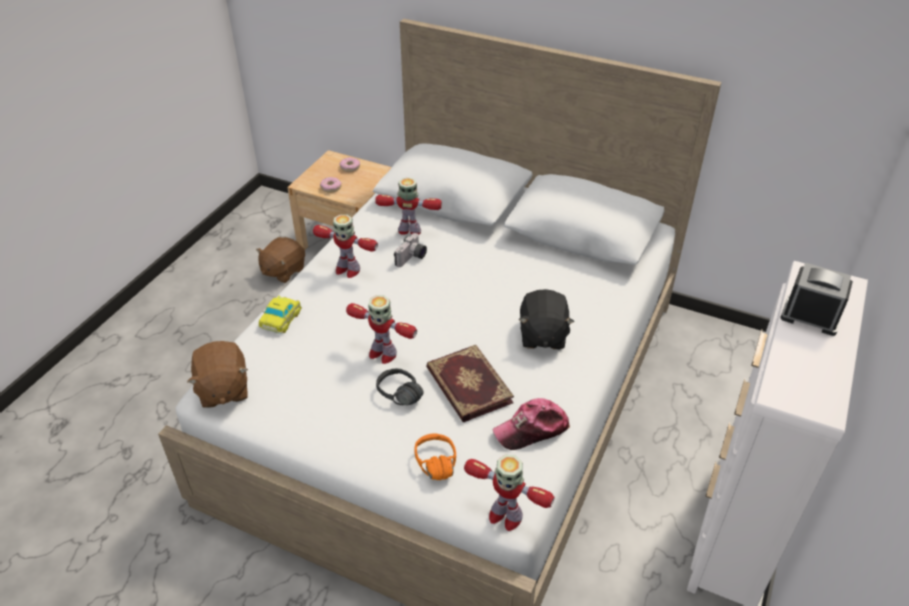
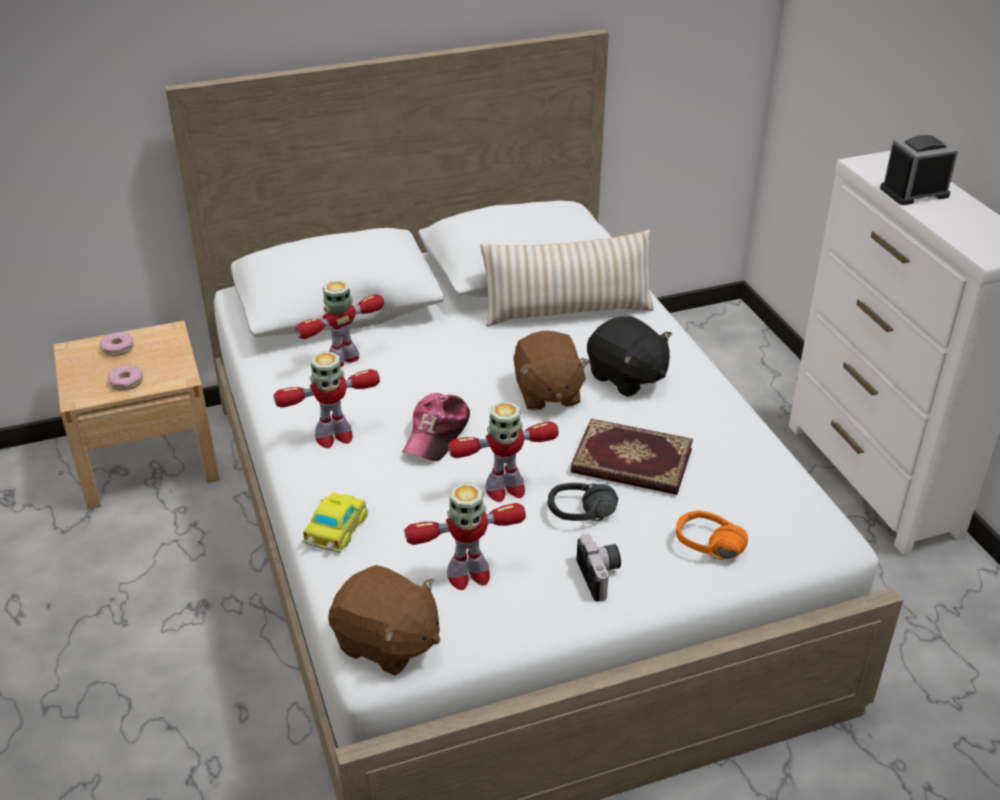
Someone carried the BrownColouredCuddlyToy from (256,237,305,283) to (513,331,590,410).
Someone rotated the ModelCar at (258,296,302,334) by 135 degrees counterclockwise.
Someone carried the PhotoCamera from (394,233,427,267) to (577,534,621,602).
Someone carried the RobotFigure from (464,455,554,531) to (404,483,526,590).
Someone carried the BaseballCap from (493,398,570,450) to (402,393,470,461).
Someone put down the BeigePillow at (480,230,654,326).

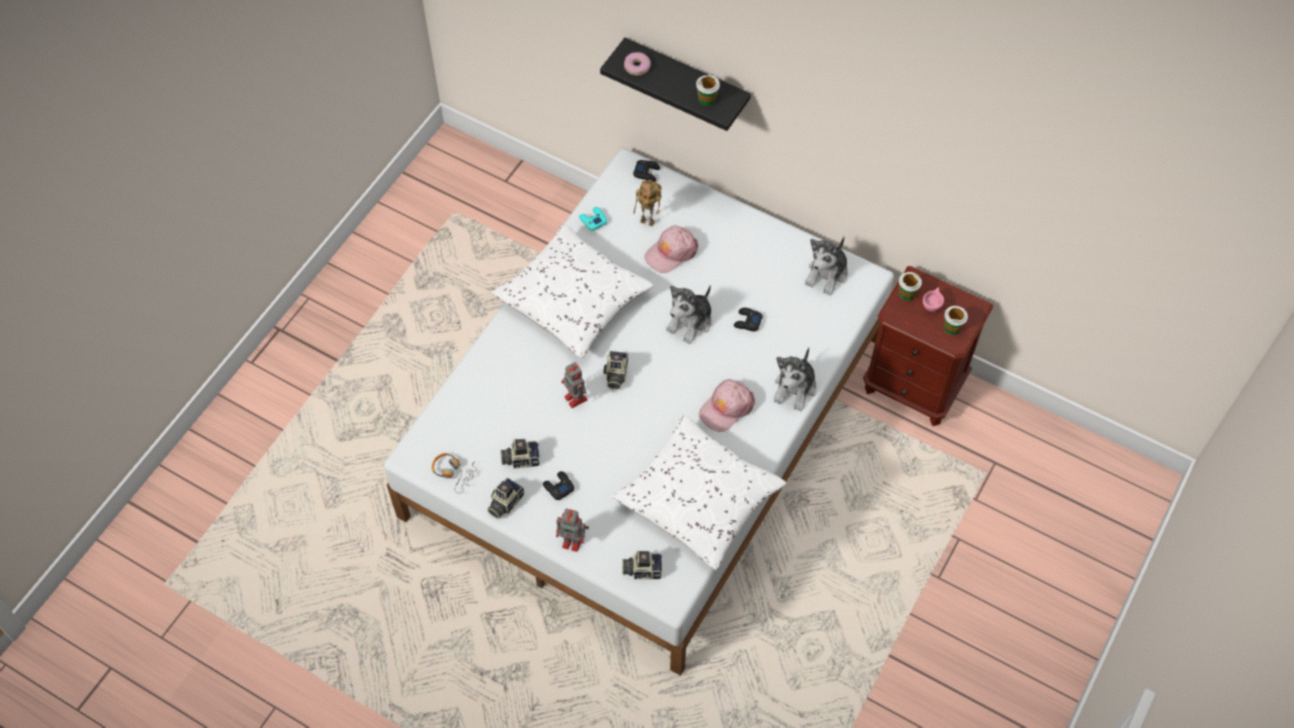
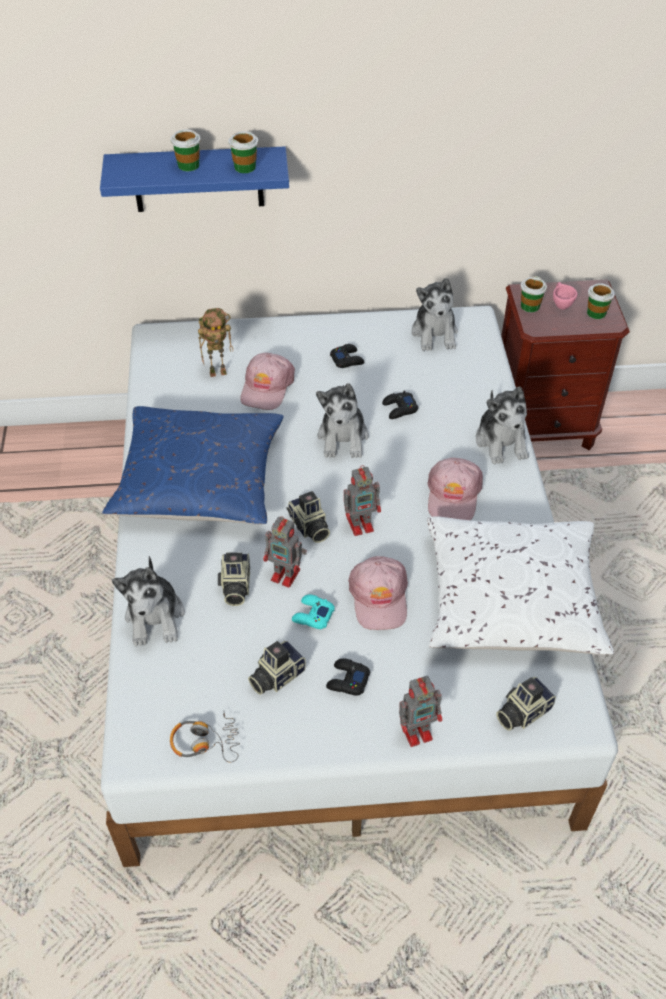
Someone carried the PhotoCamera from (487,478,524,519) to (218,552,250,606).
Someone repainted the WhitePillow at (491,224,654,358), which became the BluishPillow at (102,406,284,525).
Someone carried the BlueGreenJoypad from (579,207,607,231) to (292,594,335,629).
Someone repainted the BlackishShelf at (600,38,751,131), which became the BluishShelf at (100,147,289,212).
Someone took away the Doughnut at (624,52,651,76).
Someone carried the BlackishJoypad from (633,160,660,182) to (330,344,364,368).
Someone put down the CuddlyToy at (112,556,185,646).
Someone put down the SmallCup at (171,129,201,171).
Someone put down the RobotFigure at (344,465,381,536).
Someone put down the PinkishBaseballCap at (348,556,408,630).

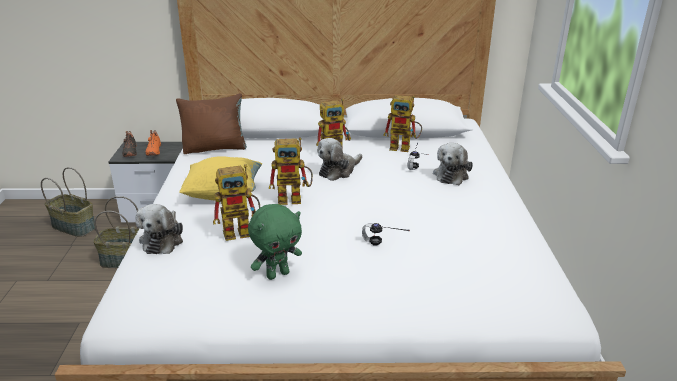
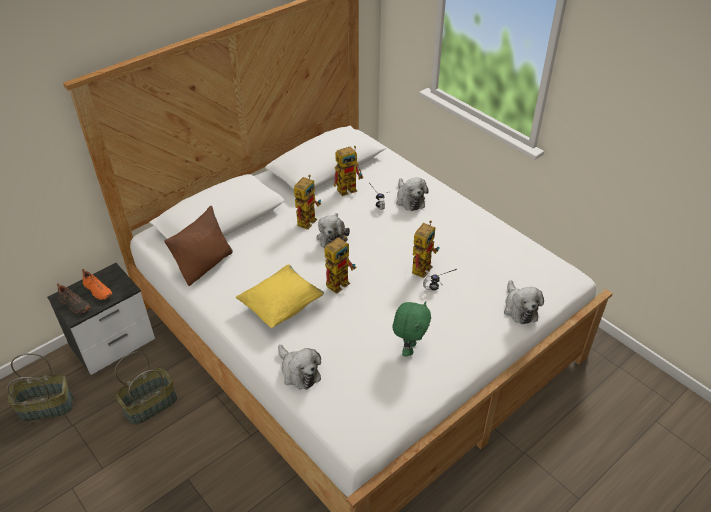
Someone carried the RobotFigure from (213,164,260,241) to (412,220,440,278).
Someone put down the CuddlyToy at (504,280,544,324).

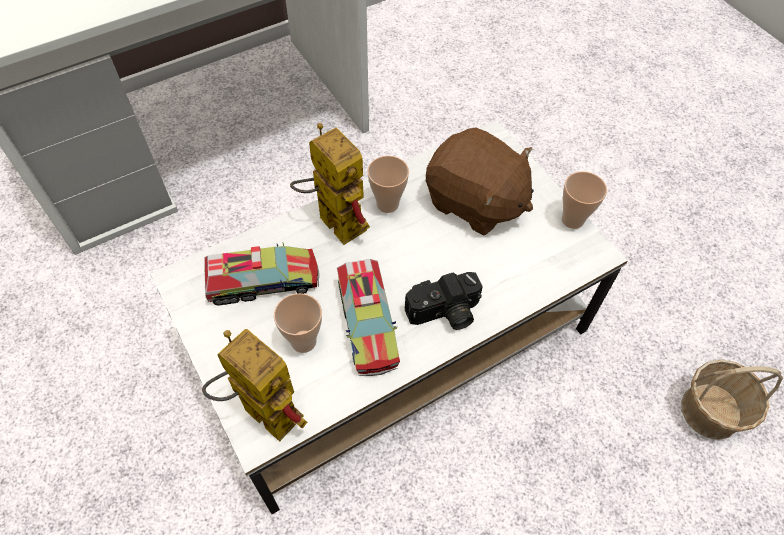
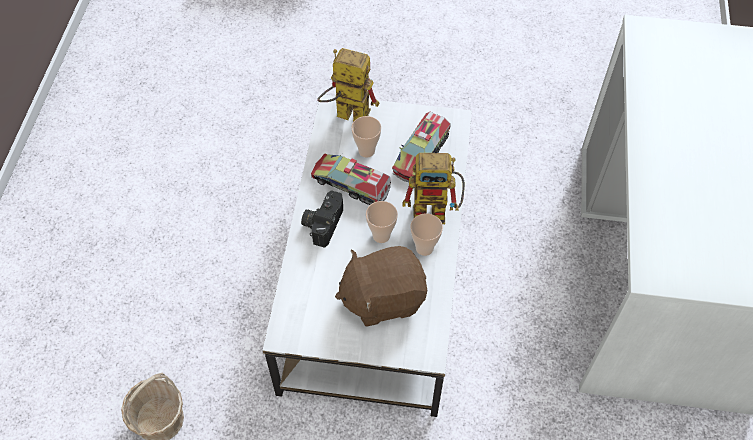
Someone rotated the RobotFigure at (202,329,307,442) by 150 degrees counterclockwise.
Someone carried the SmallCup from (562,171,607,229) to (366,201,398,243).

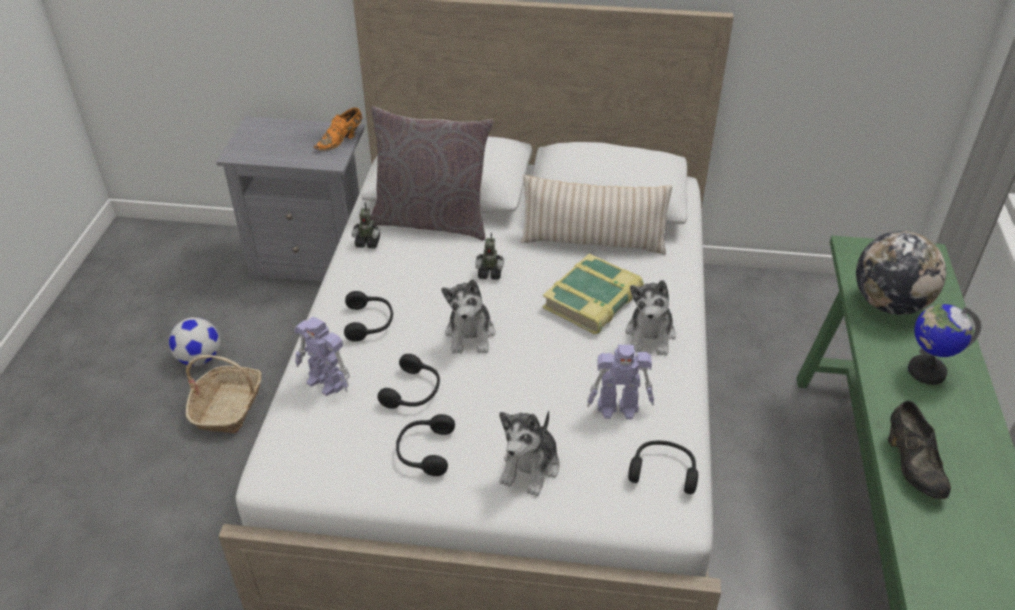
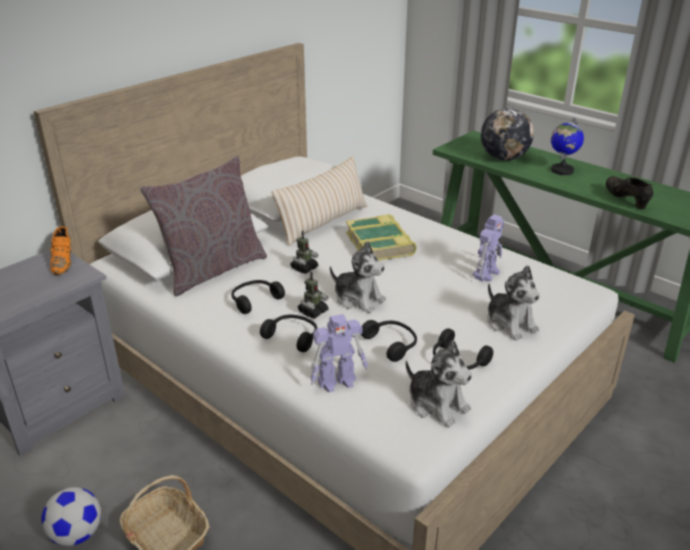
Someone carried the RobotFigure from (352,202,380,248) to (298,271,329,319).
Someone carried the CuddlyToy from (626,280,676,356) to (406,340,472,427).
Someone carried the BlackishHeadphones from (628,441,698,494) to (231,280,285,314).
Someone rotated the BlackishItemOfFootwear at (888,401,951,499) by 135 degrees counterclockwise.

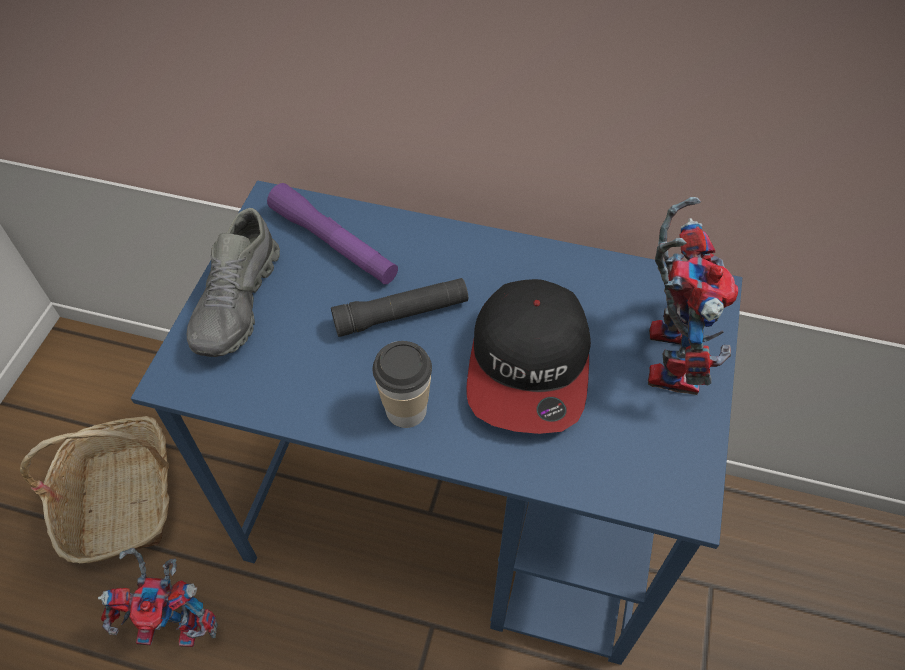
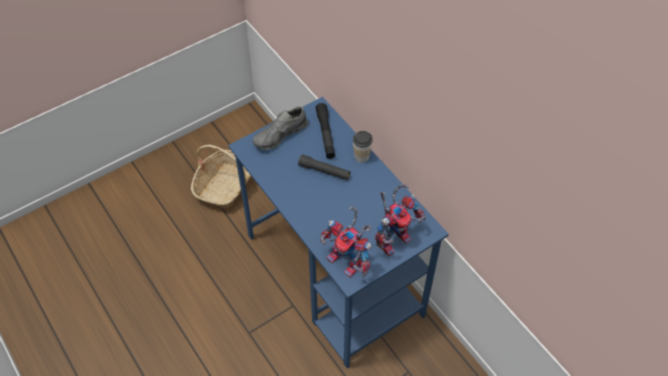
Someone carried the RobotFigure from (98,548,218,647) to (320,206,372,277).
Someone repainted the PurpleColouredHandTorch at (267,183,398,285), which became the BlackishHandTorch at (315,103,335,159).
Someone carried the SmallCup from (373,341,432,428) to (353,131,373,163).
Someone took away the BaseballCap at (466,279,591,434).

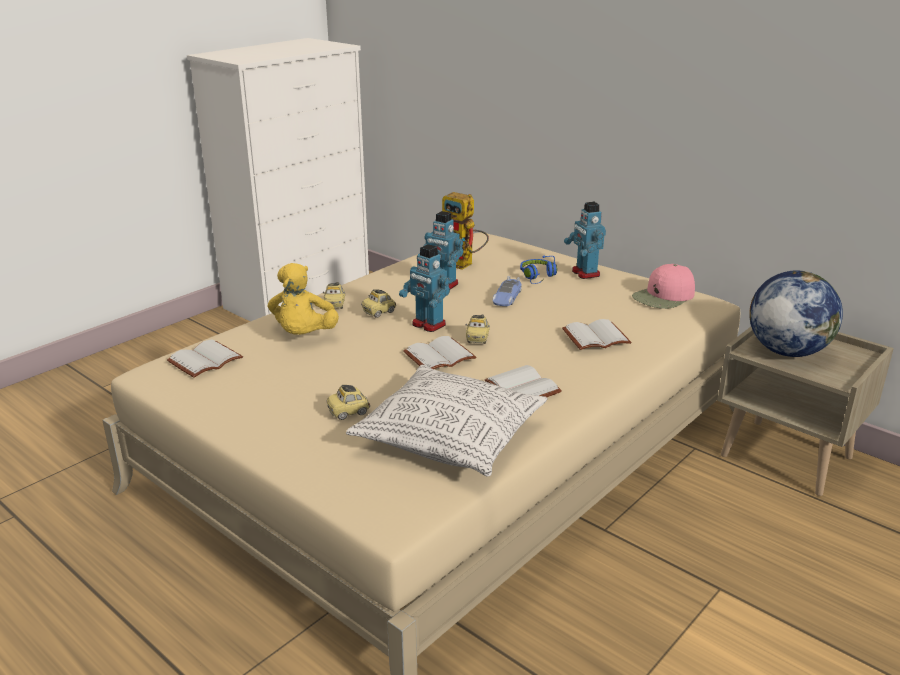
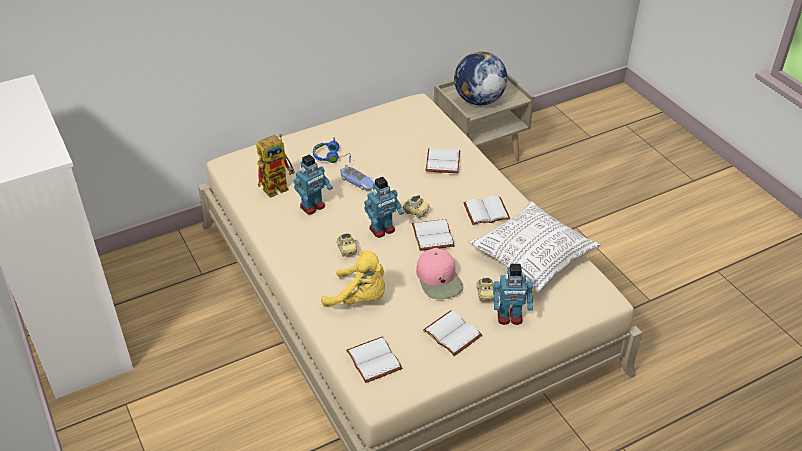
Someone took away the ModelCar at (323,282,345,309).
Someone carried the RobotFigure from (564,202,606,279) to (493,264,533,325).
Someone carried the PinkishBaseballCap from (632,264,695,309) to (416,248,463,299).
Someone put down the WhiteVolume at (423,310,482,356).

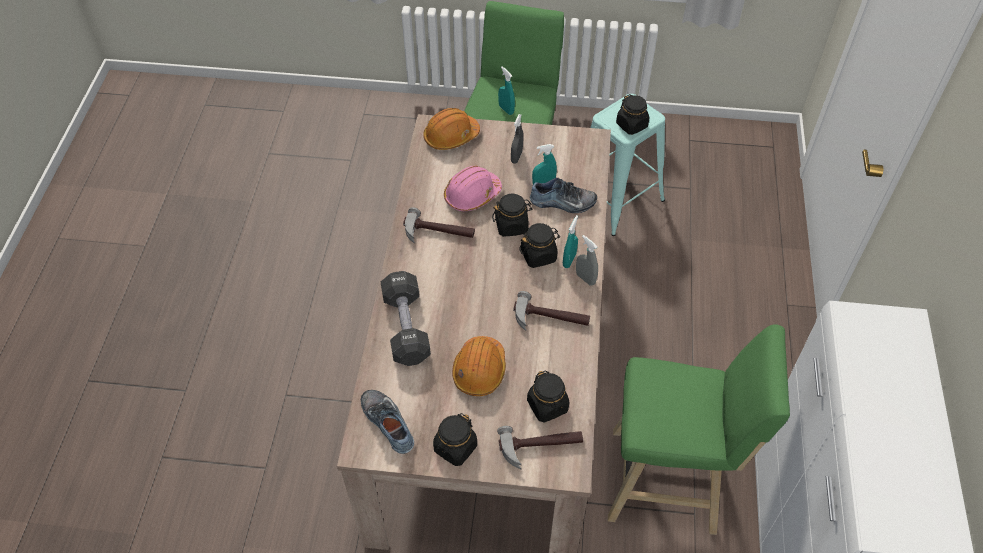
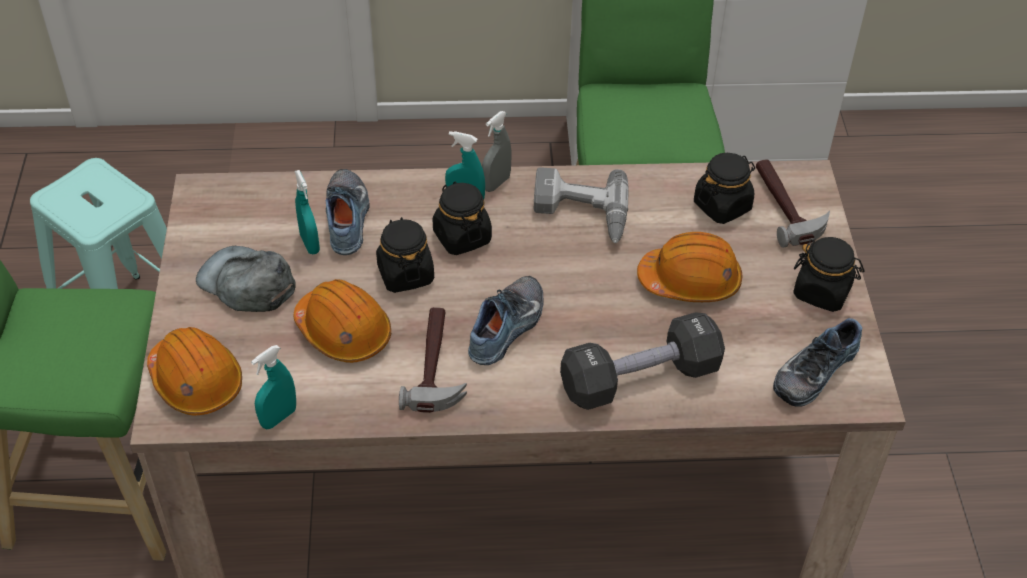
Someone repainted the PinkishHardHat at (444,166,502,211), which became the OrangeHardHat at (293,279,391,363).
Someone carried the BlueGreenSprayer from (498,66,515,115) to (251,345,296,429).
Someone swapped the GraySprayer at (511,114,523,164) for the GrayBaseballCap at (196,246,296,312).
Someone swapped the Hammer at (513,291,590,331) for the PowerDrill at (534,167,629,243).
Someone took away the BlackishJar at (616,94,649,135).
Someone put down the ItemOfFootwear at (468,276,544,365).

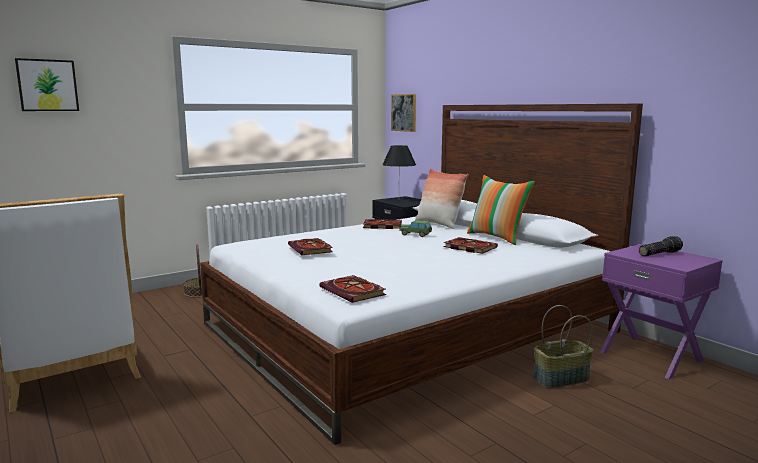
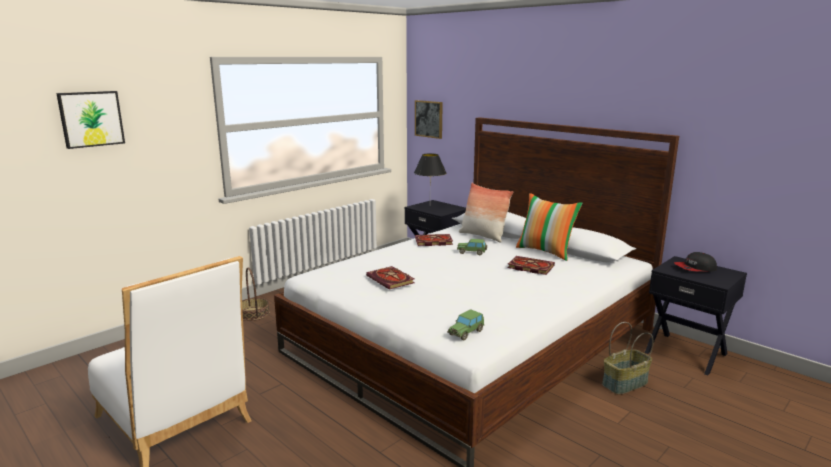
Someone swapped the Volume at (320,275,386,303) for the ModelCar at (447,309,484,340).
Someone repainted the PurpleColouredNightstand at (600,244,723,379), which became the BlackishNightstand at (645,256,747,375).
Someone swapped the HandTorch at (639,236,683,256) for the BaseballCap at (674,252,717,272).

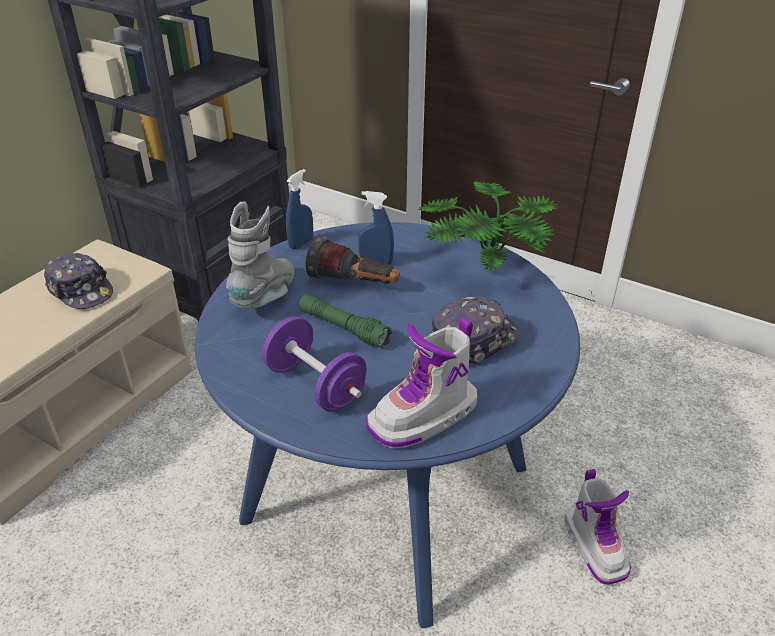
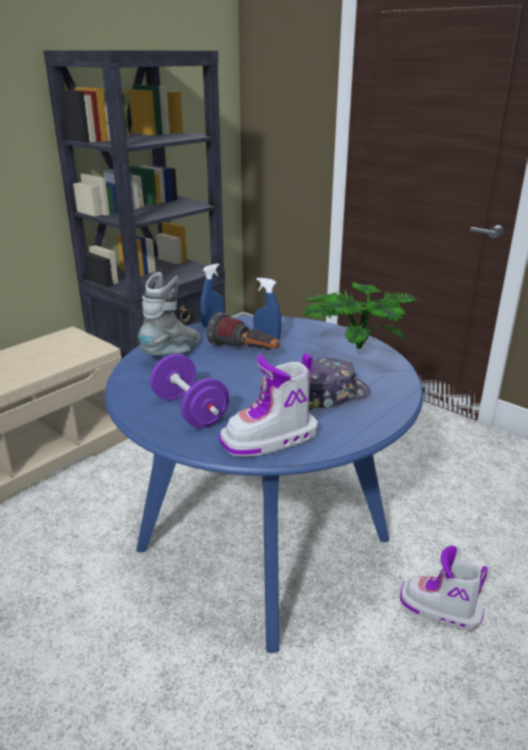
Someone took away the BaseballCap at (44,253,113,309).
Someone took away the GreenishHandTorch at (299,294,392,349).
Someone rotated the TallBoot at (564,469,631,585) by 120 degrees clockwise.

